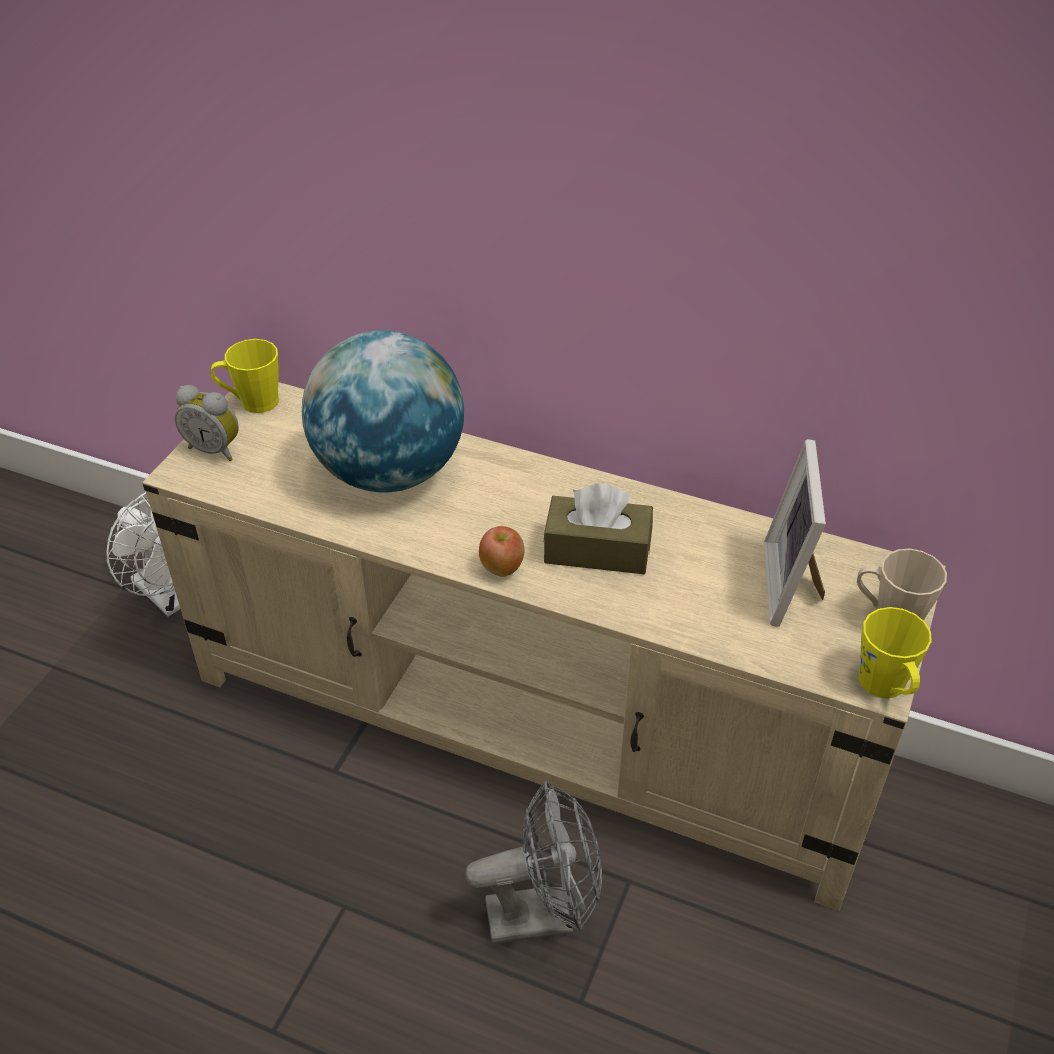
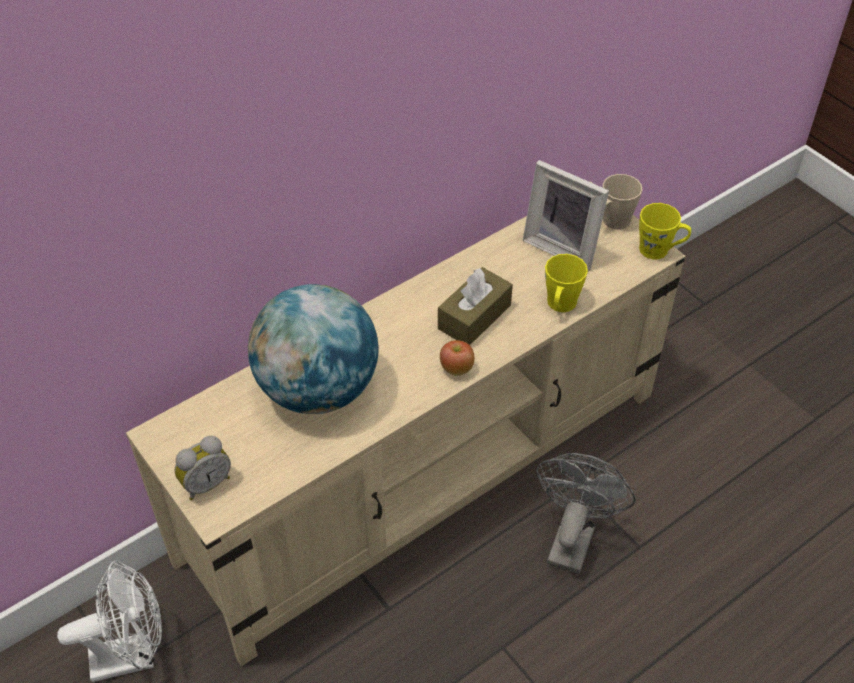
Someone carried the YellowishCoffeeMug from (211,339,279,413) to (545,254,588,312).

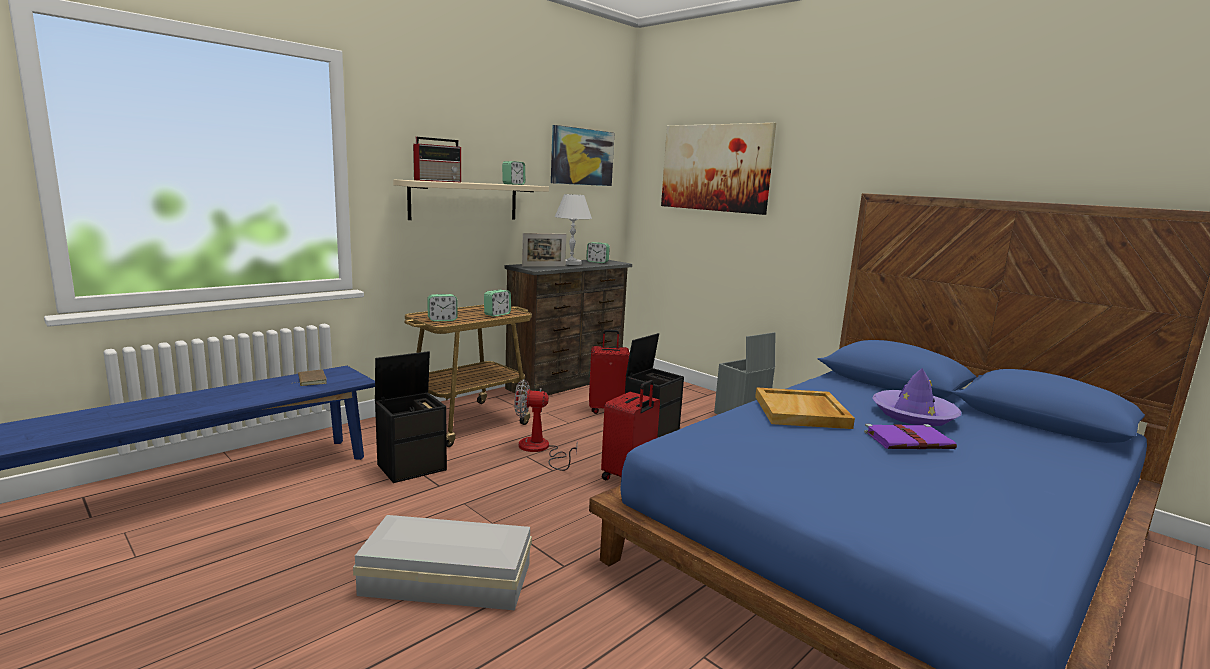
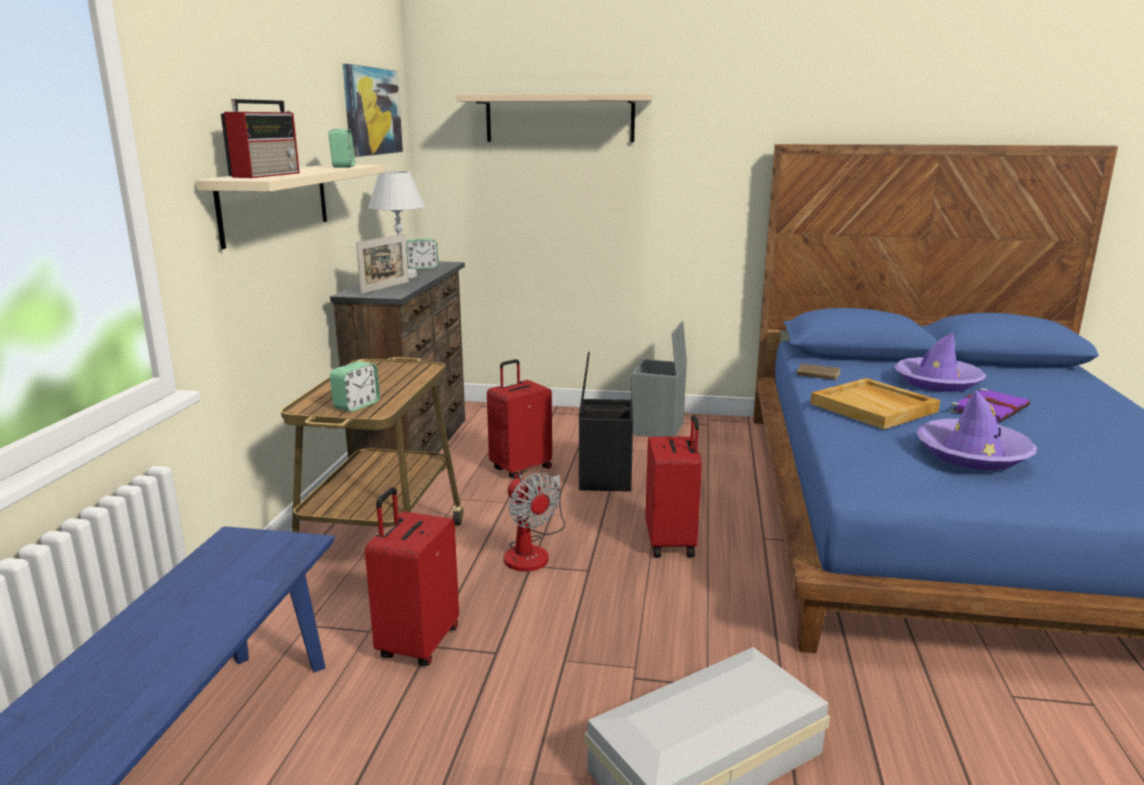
Someone carried the BrownColouredVolume from (291,370,327,386) to (796,364,841,380).
Someone swapped the BlackishStorageBox at (375,351,447,483) for the ReddishTravelCase at (365,487,459,666).
Someone took away the AlarmClock at (484,290,511,317).
Someone rotated the Fan at (515,380,578,471) by 90 degrees counterclockwise.
Someone swapped the WallArt at (661,123,776,215) for the BeigeShelf at (457,94,652,142).
Someone put down the PurpleColouredWearableHat at (916,390,1037,470).

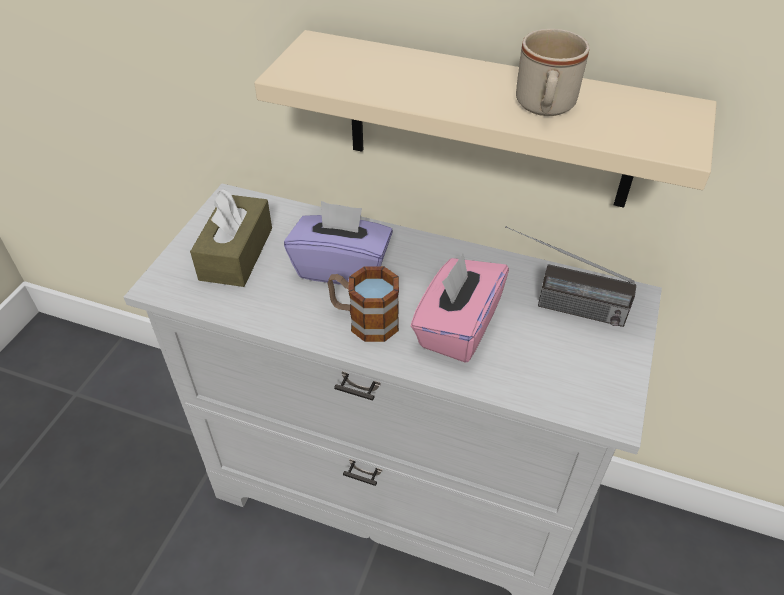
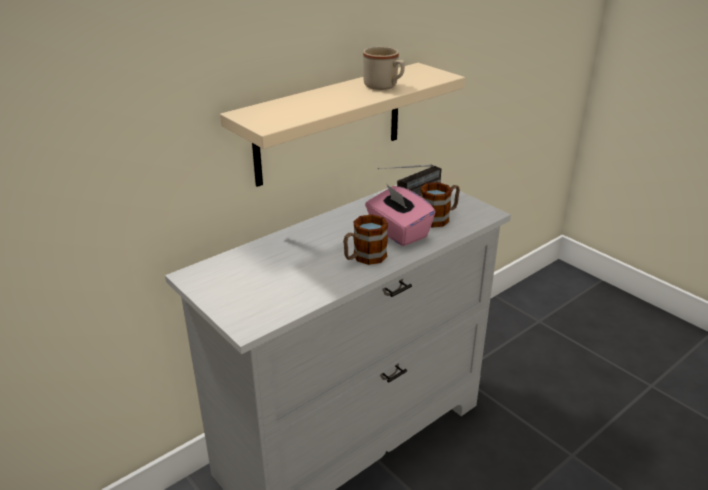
Someone took away the BrownColouredBoxOfTissues at (190,189,272,287).
Someone took away the PurpleColouredBoxOfTissues at (284,201,393,285).
Someone put down the CoffeeMug at (420,182,460,228).

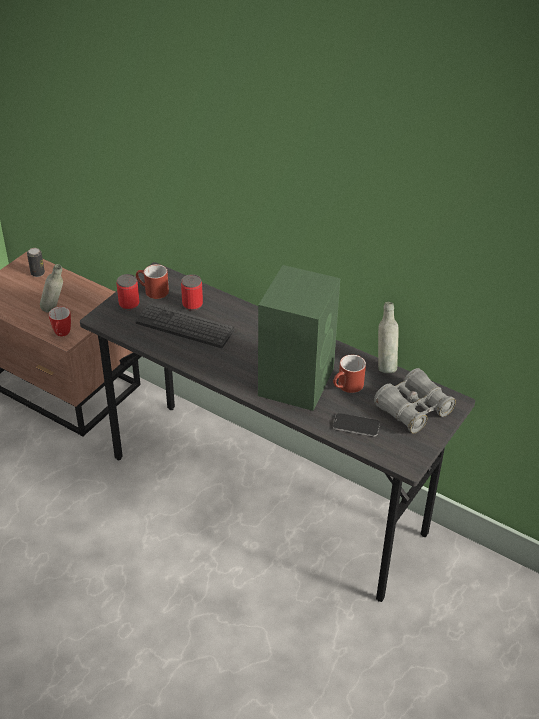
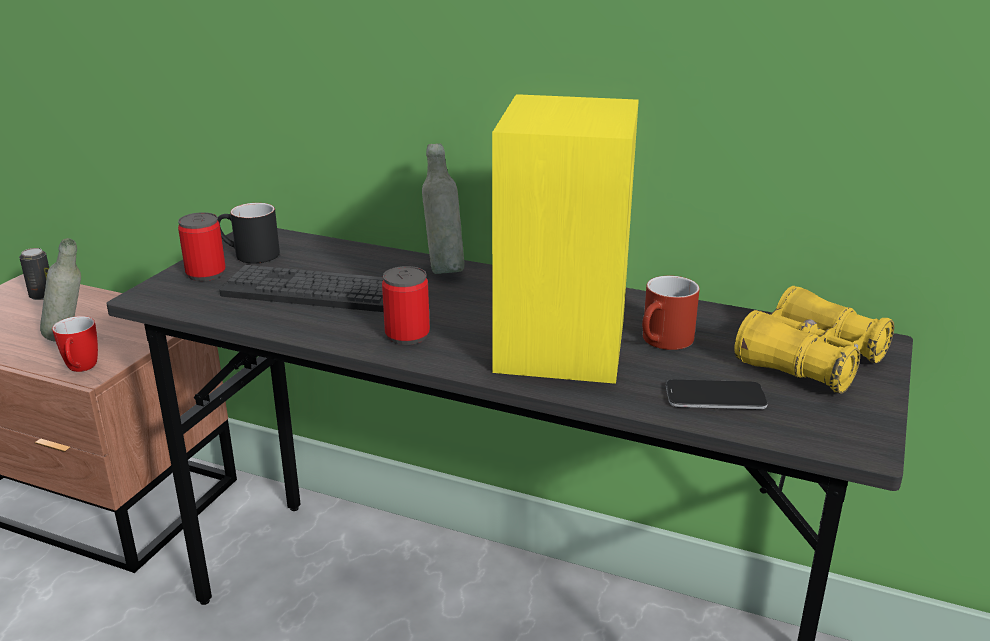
Someone repainted the ReddishCoffeeMug at (136,264,169,299), which became the BlackishCoffeeMug at (218,203,280,263).
Someone carried the Can from (181,274,203,311) to (382,266,430,345).
Someone repainted the GreenishAudioSpeaker at (258,265,340,411), which became the YellowishAudioSpeaker at (492,94,639,384).
Someone repainted the GrayPairOfBinoculars at (374,368,456,433), which became the YellowishPairOfBinoculars at (734,286,894,394).
Someone carried the GrayBottle from (378,302,399,373) to (422,143,465,274).

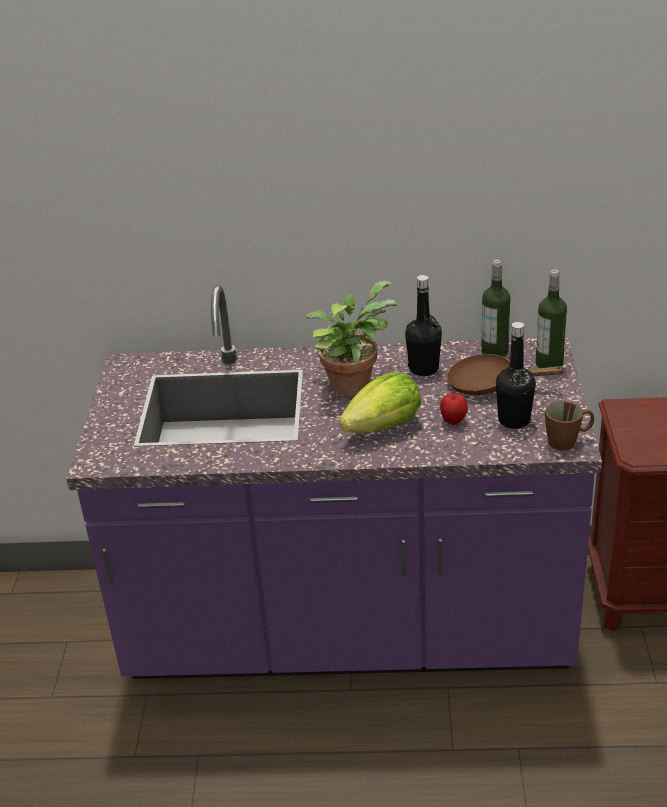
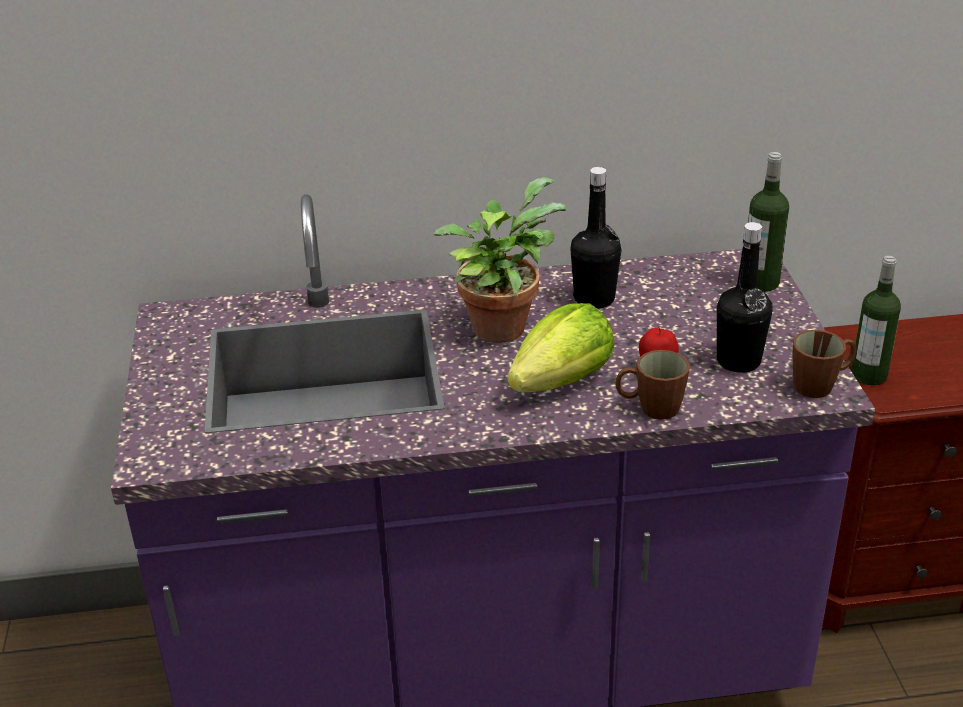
Someone took away the BrownColouredPan at (447,353,566,395).
Someone carried the Bottle from (481,260,510,357) to (851,256,901,385).
Someone put down the BrownColouredCoffeeMug at (615,350,690,420).

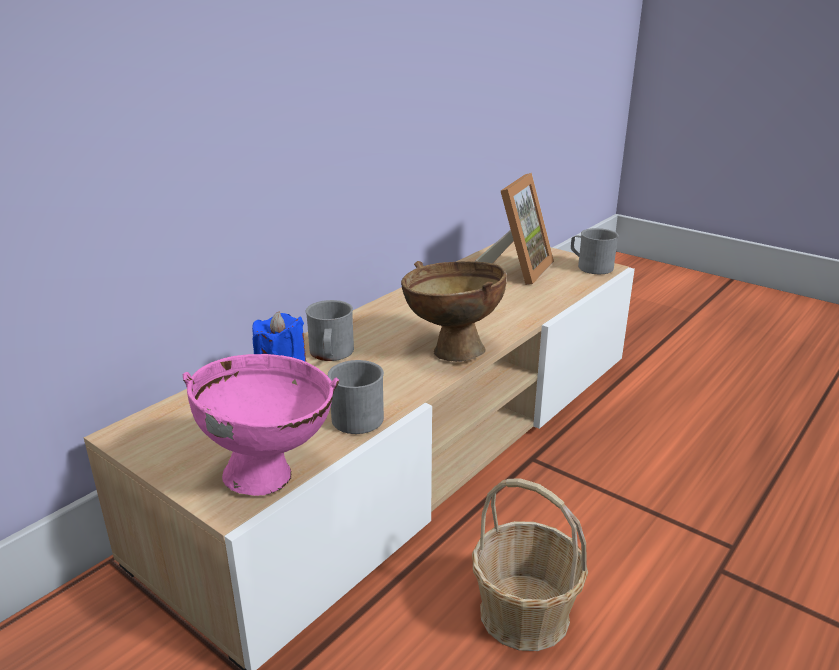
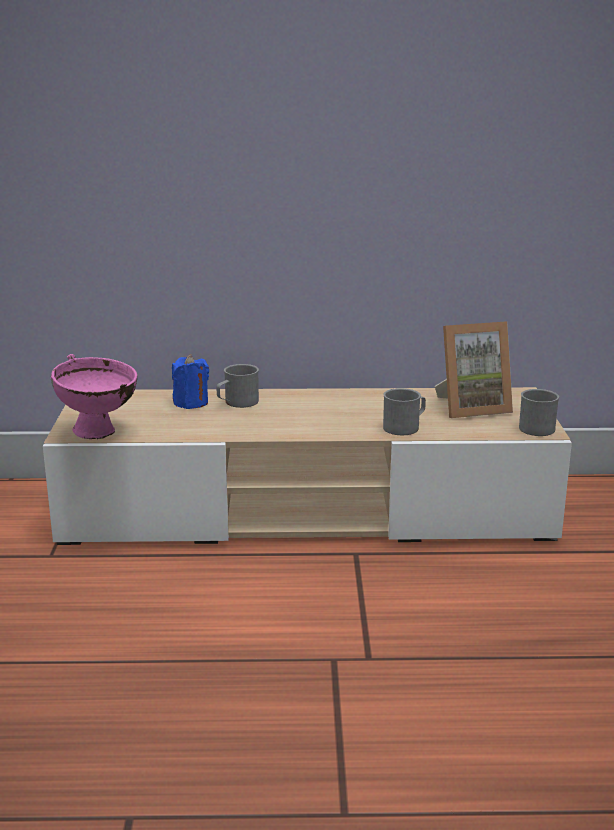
Someone carried the GrayCoffeeMug from (328,360,384,434) to (383,388,426,435).
Someone took away the BrownColouredServingBowl at (401,261,507,362).
Someone took away the HouseholdBasket at (472,478,588,651).

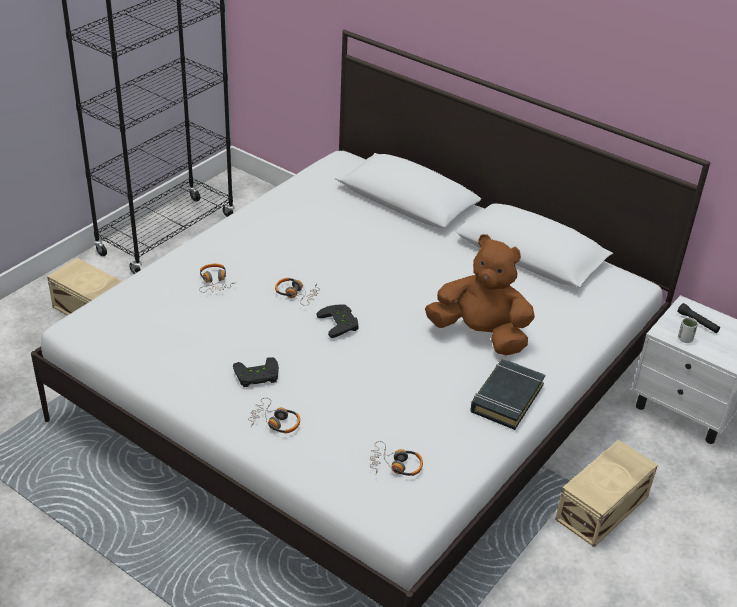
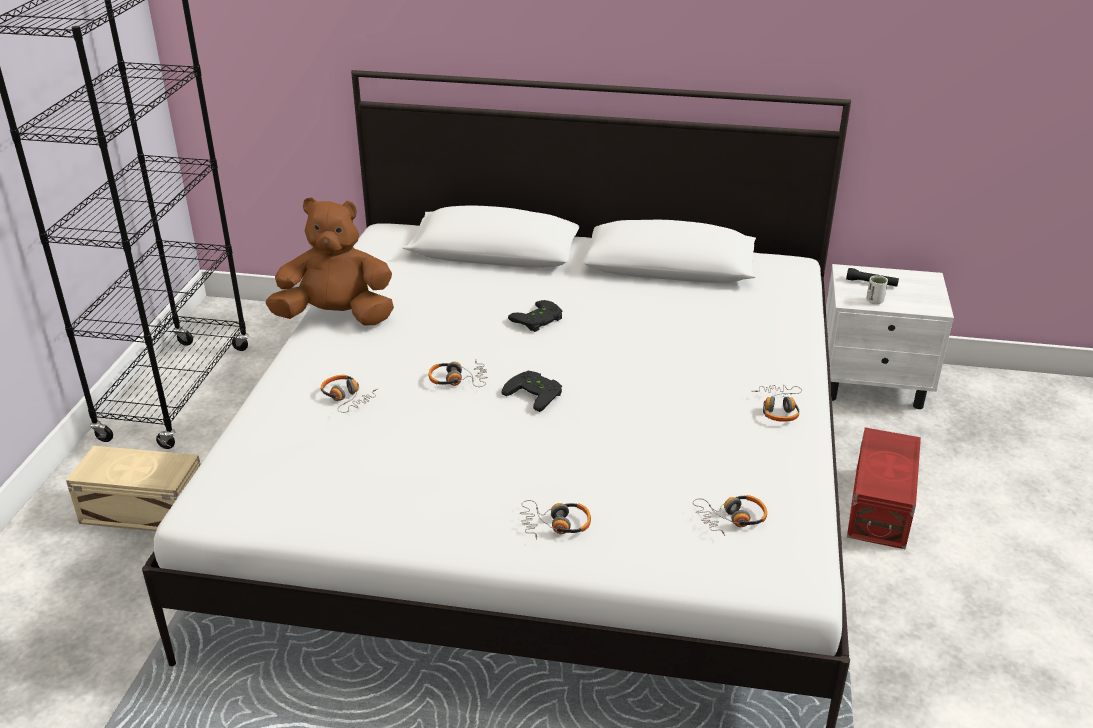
Someone carried the BlackishJoypad from (233,357,279,387) to (508,300,562,332).
Someone carried the BrownColouredCuddlyToy from (425,234,535,356) to (266,197,394,326).
Someone swapped the BlackishVolume at (470,359,545,430) for the Headphones at (752,385,802,422).
Someone repainted the BeigeStorageBox at (555,440,658,547), which became the ReddishStorageBox at (847,427,921,549).

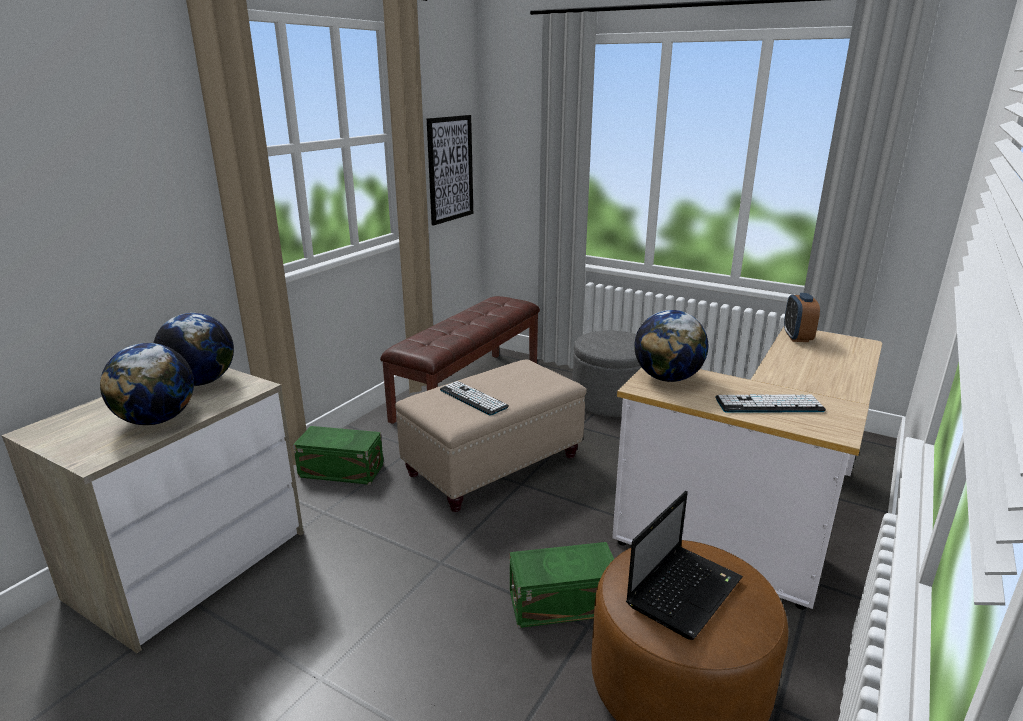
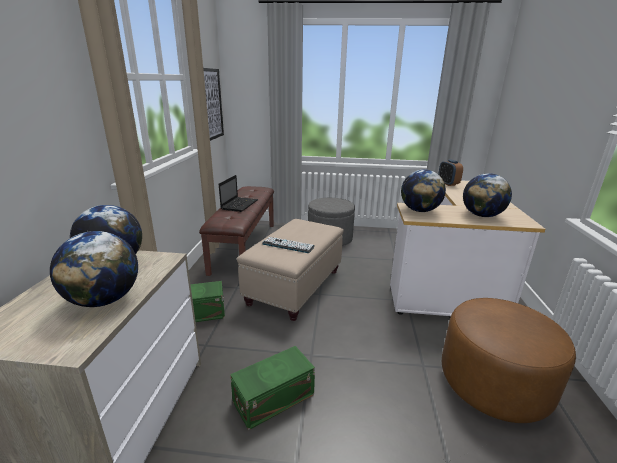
Someone carried the GreenishStorageBox from (510,542,614,628) to (230,346,315,430).
Someone carried the PortableComputer from (626,491,743,640) to (219,175,258,212).
Someone swapped the Keyboard at (715,395,826,412) for the DeskGlobe at (463,173,512,217).

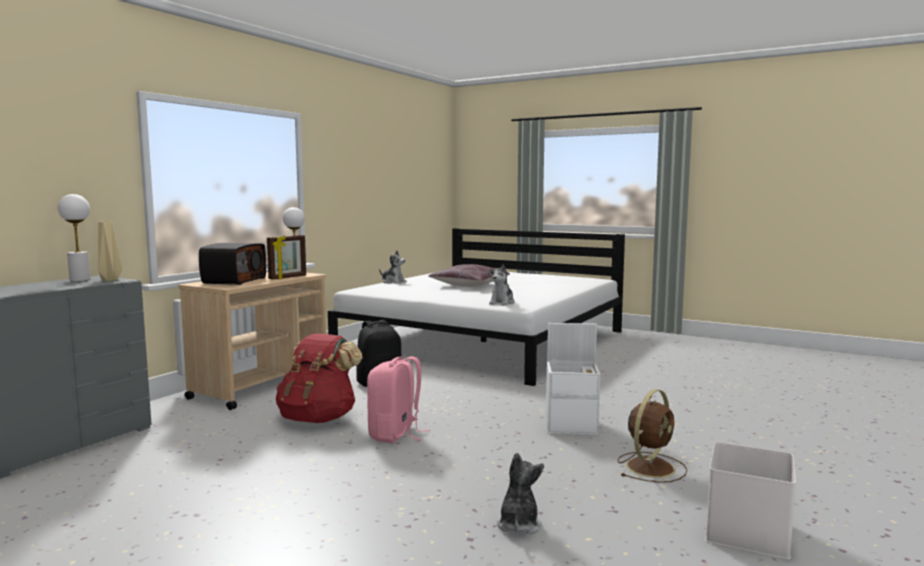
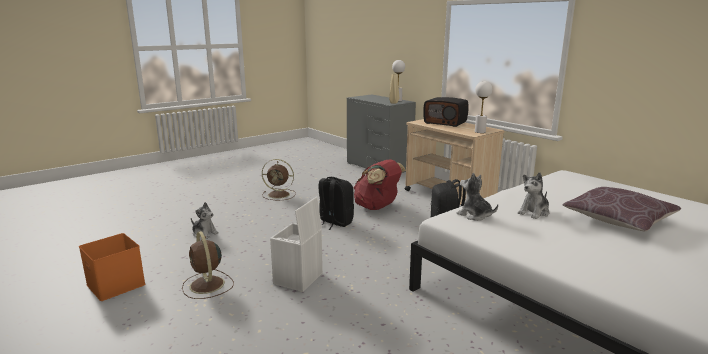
Someone took away the StandingFrame at (267,235,306,280).
Someone repainted the PinkishRucksack at (367,356,430,443), which became the BlackishRucksack at (319,177,354,230).
Someone carried the CuddlyToy from (379,250,407,284) to (518,172,549,219).
Someone repainted the WhiteStorageBox at (705,442,796,559), which became the OrangeStorageBox at (79,233,146,301).
Someone put down the BrownColouredFan at (262,159,296,201).

